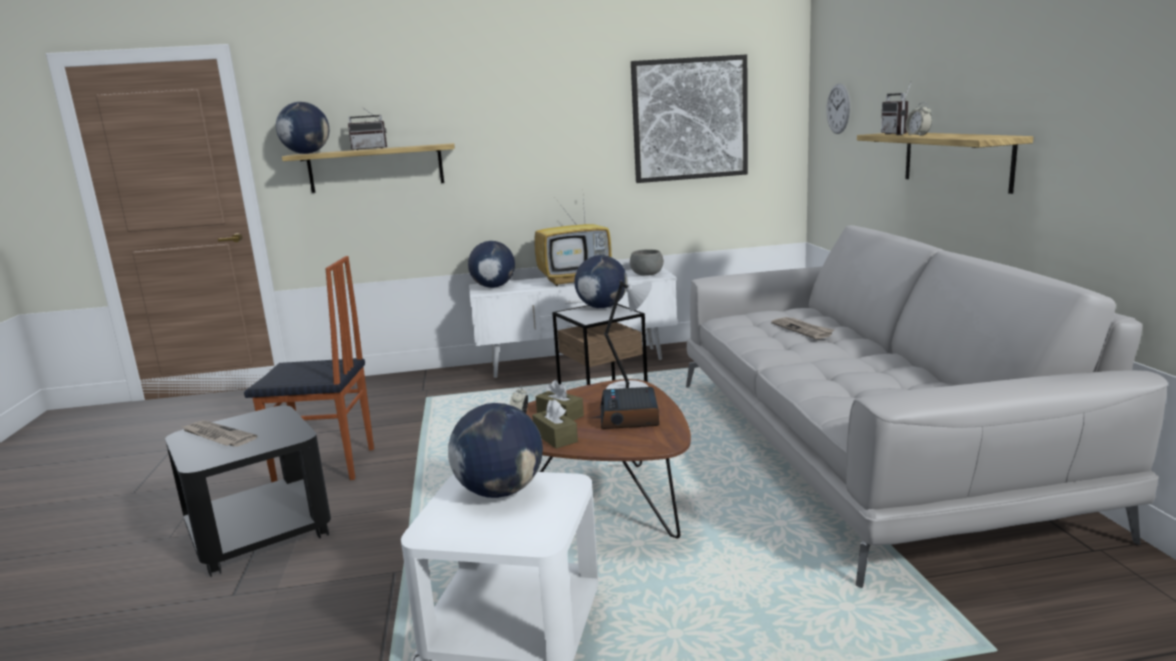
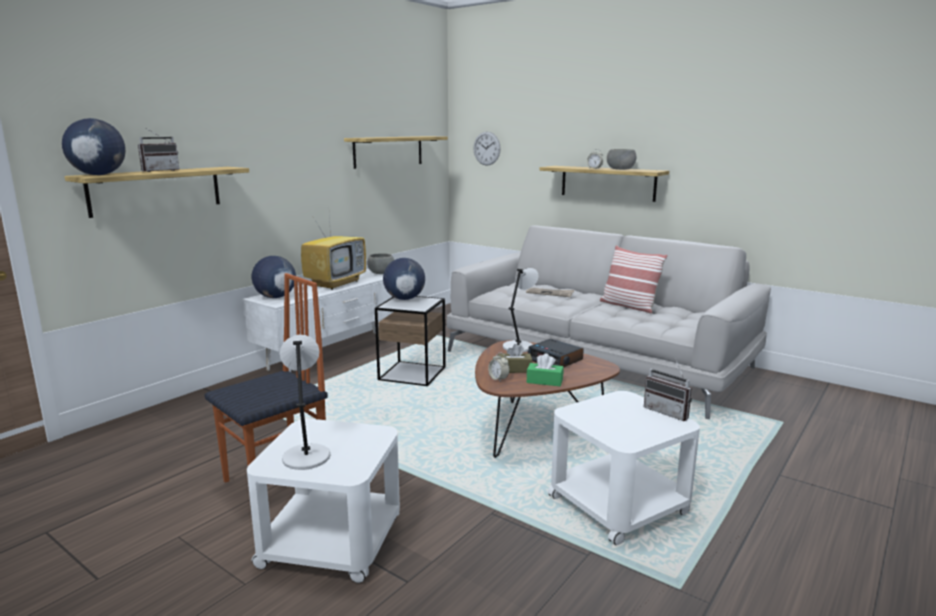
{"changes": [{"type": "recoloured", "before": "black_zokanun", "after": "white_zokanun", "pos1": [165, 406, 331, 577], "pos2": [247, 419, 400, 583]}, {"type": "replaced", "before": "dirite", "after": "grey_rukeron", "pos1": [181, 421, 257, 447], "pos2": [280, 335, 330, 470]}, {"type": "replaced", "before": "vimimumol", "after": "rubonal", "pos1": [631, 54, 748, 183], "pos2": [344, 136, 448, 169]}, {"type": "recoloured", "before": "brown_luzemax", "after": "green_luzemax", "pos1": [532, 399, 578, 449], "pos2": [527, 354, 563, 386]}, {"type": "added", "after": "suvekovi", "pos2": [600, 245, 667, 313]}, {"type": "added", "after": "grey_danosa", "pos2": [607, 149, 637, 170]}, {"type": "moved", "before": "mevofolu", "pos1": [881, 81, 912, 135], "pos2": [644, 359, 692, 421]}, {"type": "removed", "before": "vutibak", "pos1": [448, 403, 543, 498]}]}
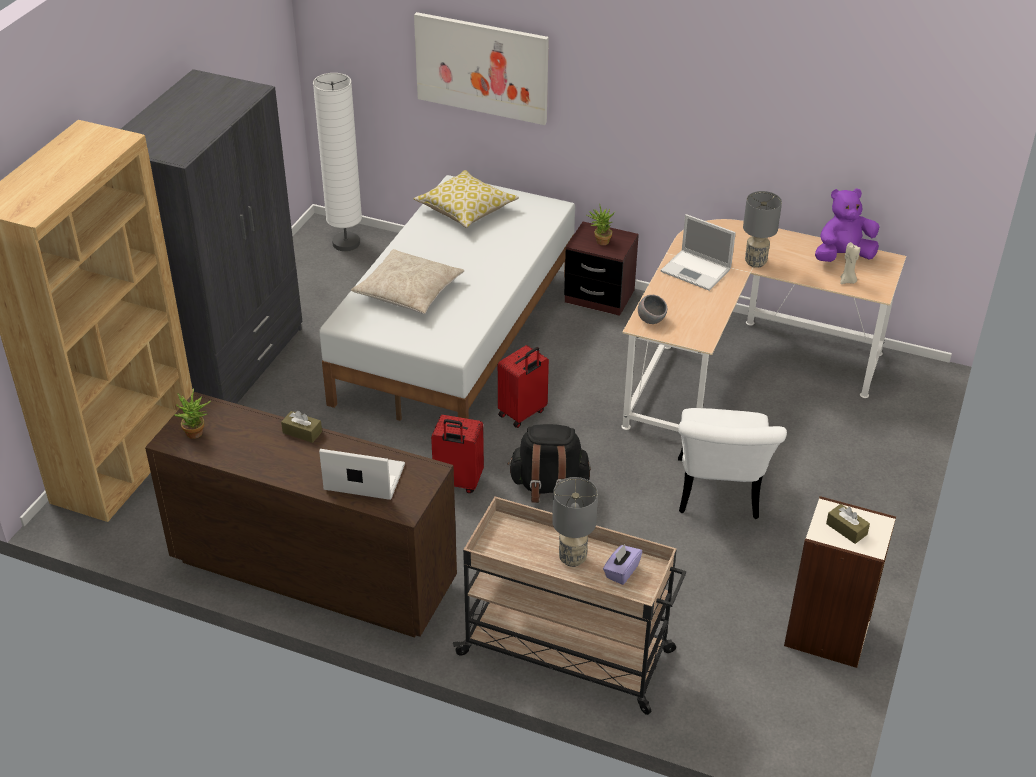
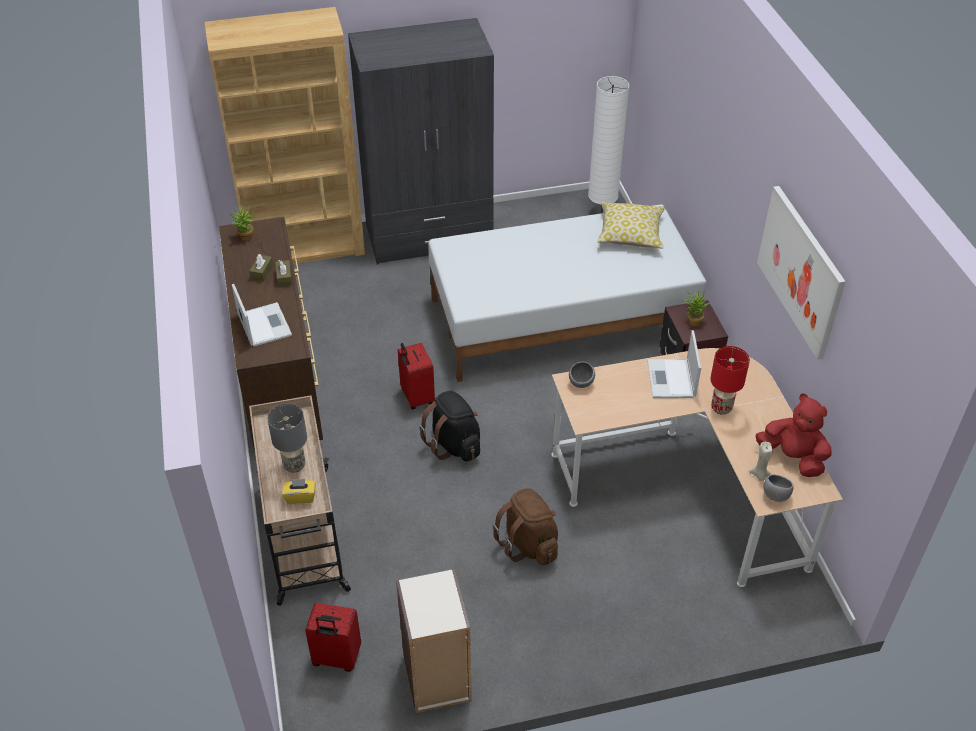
{"changes": [{"type": "moved", "before": "brown_luzemax", "pos1": [826, 504, 870, 544], "pos2": [249, 254, 273, 282]}, {"type": "recoloured", "before": "purple_luzemax", "after": "yellow_luzemax", "pos1": [603, 544, 642, 585], "pos2": [282, 479, 315, 504]}, {"type": "moved", "before": "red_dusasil", "pos1": [498, 345, 549, 428], "pos2": [305, 603, 361, 672]}, {"type": "replaced", "before": "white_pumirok", "after": "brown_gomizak", "pos1": [678, 408, 787, 520], "pos2": [493, 488, 558, 565]}, {"type": "recoloured", "before": "grey_rukeron", "after": "red_rukeron", "pos1": [743, 191, 782, 268], "pos2": [710, 346, 750, 415]}, {"type": "recoloured", "before": "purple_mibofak", "after": "red_mibofak", "pos1": [815, 188, 880, 262], "pos2": [755, 393, 832, 477]}, {"type": "moved", "before": "vimimumol", "pos1": [414, 12, 549, 125], "pos2": [757, 186, 846, 360]}, {"type": "added", "after": "grey_danosa", "pos2": [763, 474, 793, 502]}, {"type": "removed", "before": "beige_suvekovi", "pos1": [351, 249, 464, 314]}]}
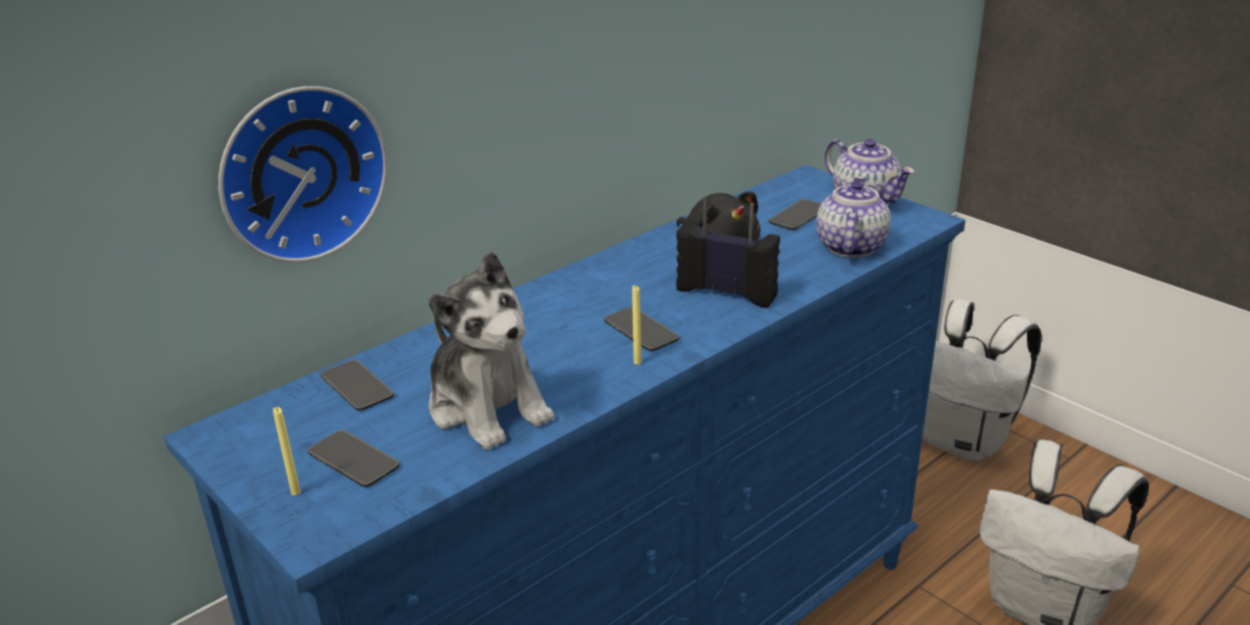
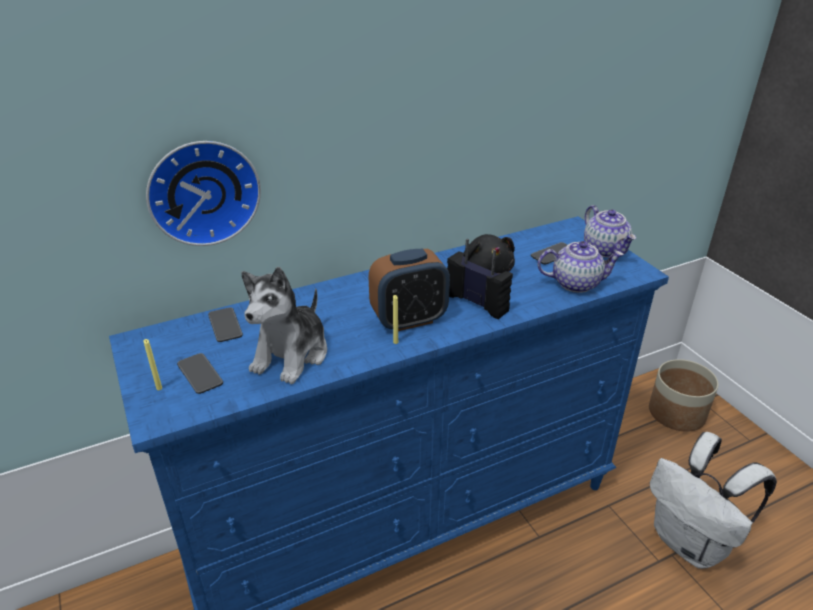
{"changes": [{"type": "turned", "before": "mibofak", "pos1": [428, 251, 555, 450], "pos2": [241, 267, 327, 384], "turn": 45}, {"type": "replaced", "before": "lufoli", "after": "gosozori", "pos1": [604, 307, 679, 351], "pos2": [369, 249, 450, 331]}, {"type": "turned", "before": "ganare", "pos1": [816, 176, 891, 257], "pos2": [537, 241, 624, 293], "turn": 60}, {"type": "replaced", "before": "white_gomizak", "after": "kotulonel", "pos1": [922, 299, 1042, 461], "pos2": [649, 359, 719, 432]}]}
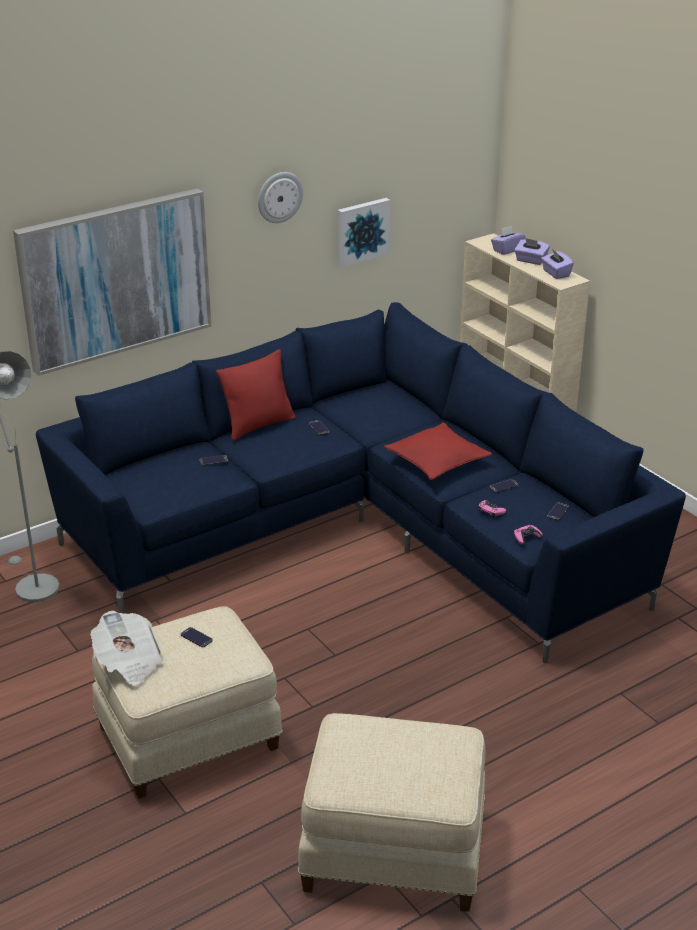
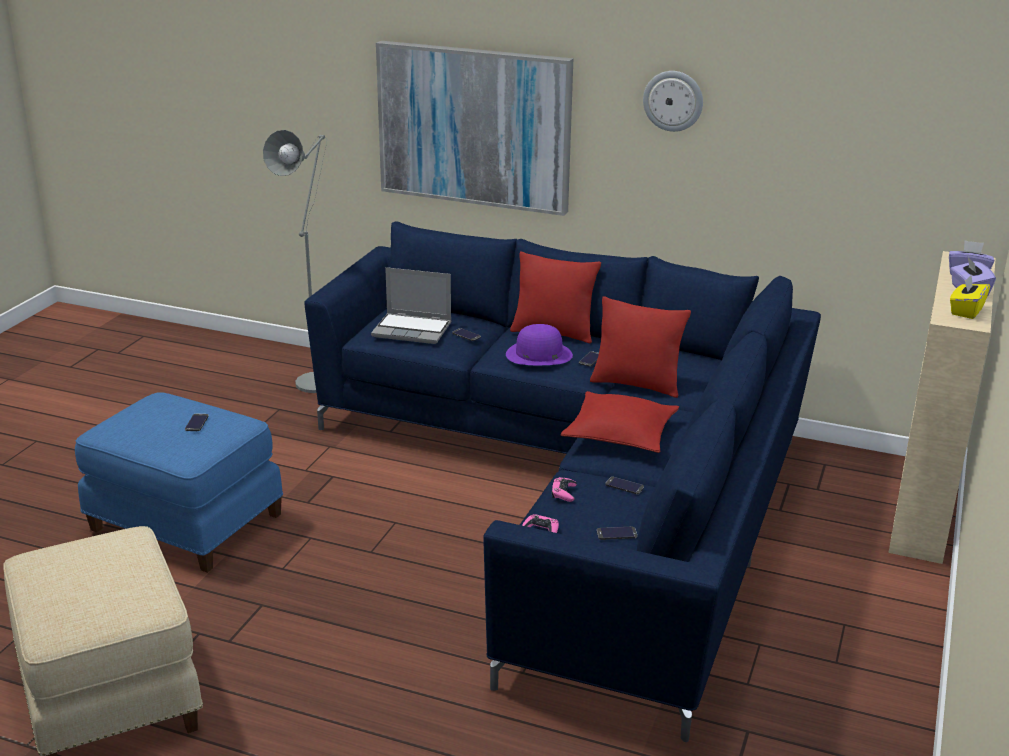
{"changes": [{"type": "recoloured", "before": "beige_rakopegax", "after": "blue_rakopegax", "pos1": [92, 606, 283, 799], "pos2": [75, 392, 283, 573]}, {"type": "added", "after": "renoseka", "pos2": [371, 267, 451, 344]}, {"type": "added", "after": "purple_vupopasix", "pos2": [506, 324, 573, 365]}, {"type": "added", "after": "red_suvekovi", "pos2": [590, 296, 691, 398]}, {"type": "recoloured", "before": "purple_luzemax", "after": "yellow_luzemax", "pos1": [541, 249, 574, 279], "pos2": [950, 275, 990, 319]}, {"type": "removed", "before": "dirite", "pos1": [90, 611, 164, 685]}, {"type": "removed", "before": "vimimumol", "pos1": [338, 198, 390, 267]}]}
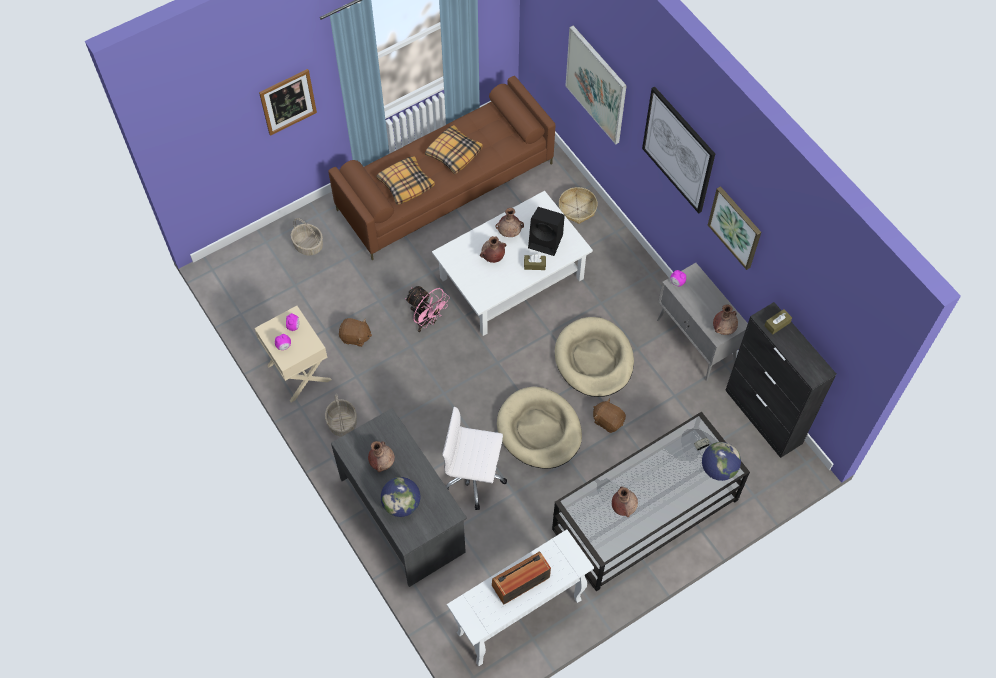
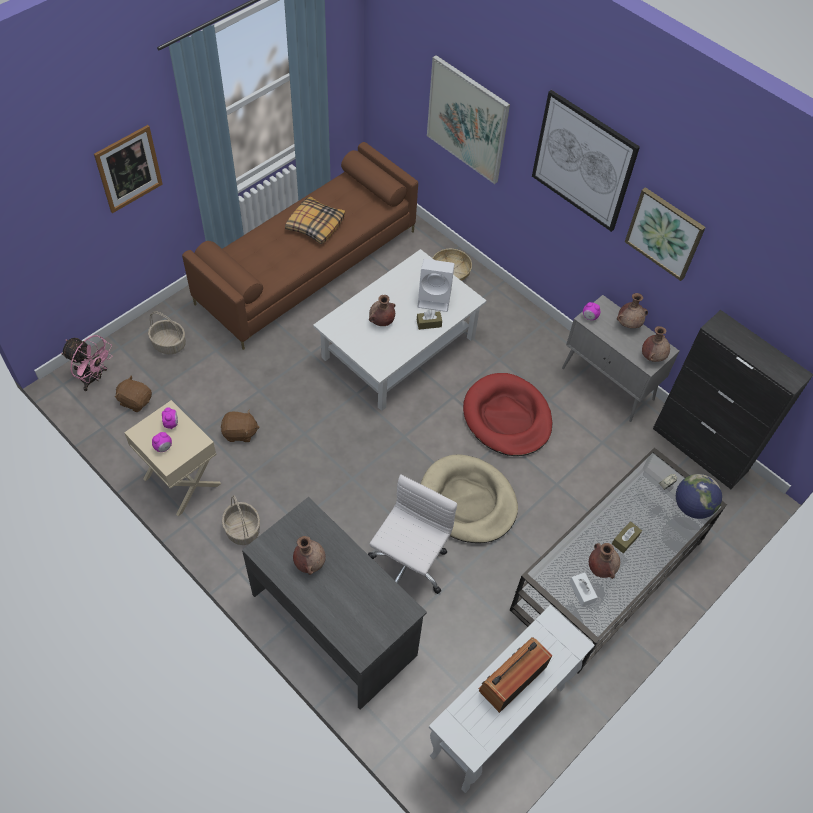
{"changes": [{"type": "moved", "before": "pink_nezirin", "pos1": [405, 286, 450, 332], "pos2": [61, 335, 113, 391]}, {"type": "moved", "before": "brown_mibofak", "pos1": [593, 398, 626, 433], "pos2": [115, 375, 152, 412]}, {"type": "turned", "before": "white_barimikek", "pos1": [442, 407, 507, 510], "pos2": [368, 474, 457, 594], "turn": 120}, {"type": "recoloured", "before": "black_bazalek", "after": "white_bazalek", "pos1": [528, 207, 565, 256], "pos2": [418, 259, 454, 312]}, {"type": "recoloured", "before": "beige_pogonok", "after": "red_pogonok", "pos1": [555, 317, 634, 397], "pos2": [463, 373, 552, 456]}, {"type": "added", "after": "white_luzemax", "pos2": [570, 572, 598, 607]}, {"type": "moved", "before": "brown_luzemax", "pos1": [764, 309, 792, 335], "pos2": [612, 521, 642, 553]}, {"type": "moved", "before": "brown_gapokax", "pos1": [495, 208, 524, 237], "pos2": [617, 293, 648, 328]}, {"type": "removed", "before": "suvekovi", "pos1": [376, 156, 435, 205]}, {"type": "removed", "before": "vutibak", "pos1": [381, 477, 420, 517]}]}
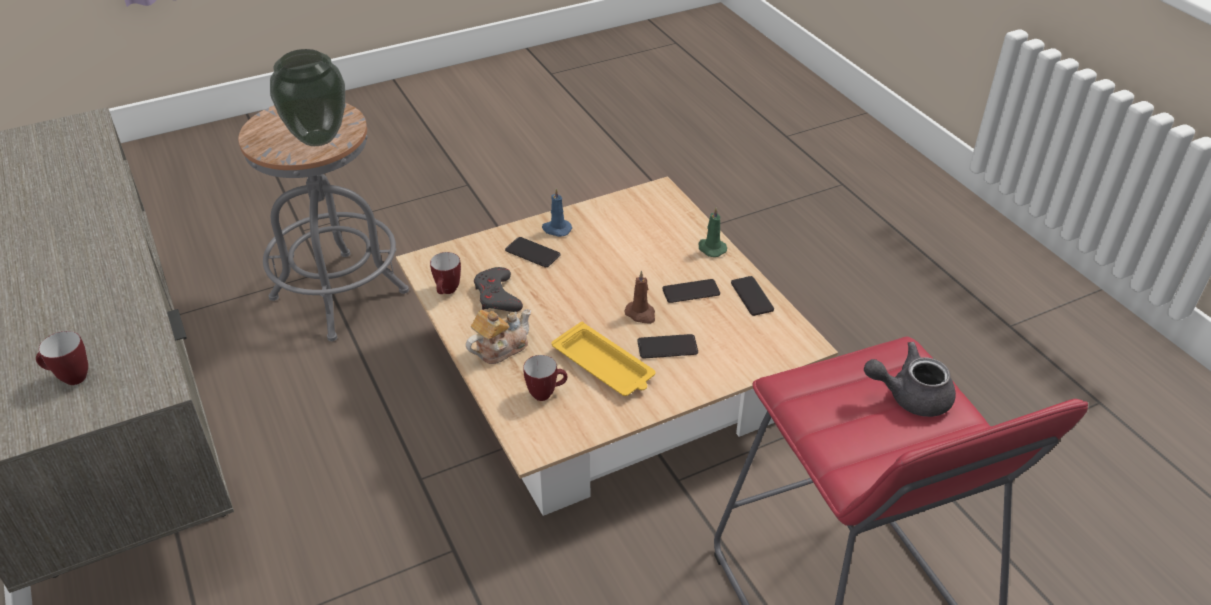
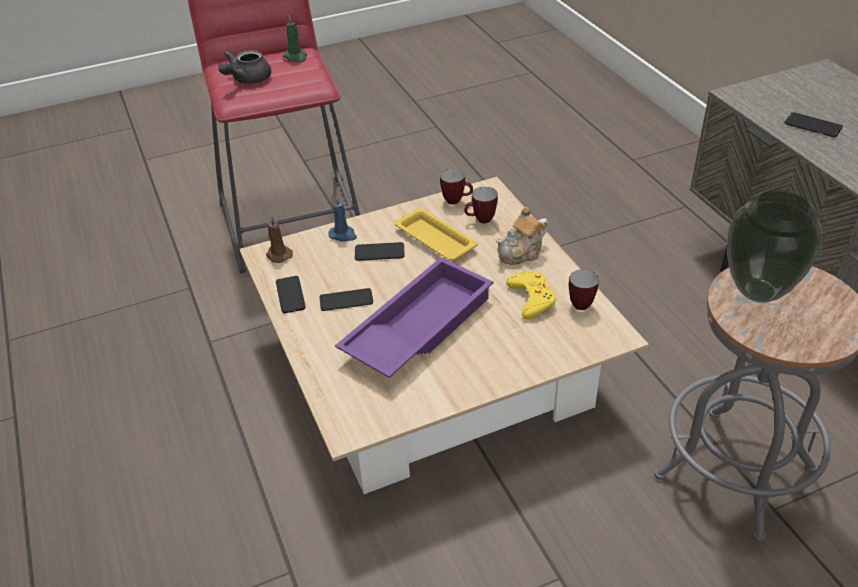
{"changes": [{"type": "turned", "before": "grey_ganare", "pos1": [864, 342, 956, 417], "pos2": [218, 50, 271, 84], "turn": 120}, {"type": "moved", "before": "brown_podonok", "pos1": [624, 270, 655, 324], "pos2": [266, 217, 293, 263]}, {"type": "moved", "before": "green_podonok", "pos1": [699, 207, 727, 257], "pos2": [283, 15, 307, 63]}, {"type": "moved", "before": "blue_podonok", "pos1": [542, 188, 572, 237], "pos2": [328, 196, 357, 242]}, {"type": "added", "after": "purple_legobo", "pos2": [335, 257, 493, 378]}, {"type": "moved", "before": "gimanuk", "pos1": [36, 331, 88, 385], "pos2": [440, 169, 473, 205]}, {"type": "recoloured", "before": "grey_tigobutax", "after": "yellow_tigobutax", "pos1": [474, 267, 523, 312], "pos2": [506, 272, 556, 319]}, {"type": "moved", "before": "lufoli", "pos1": [505, 237, 561, 267], "pos2": [784, 112, 843, 137]}]}
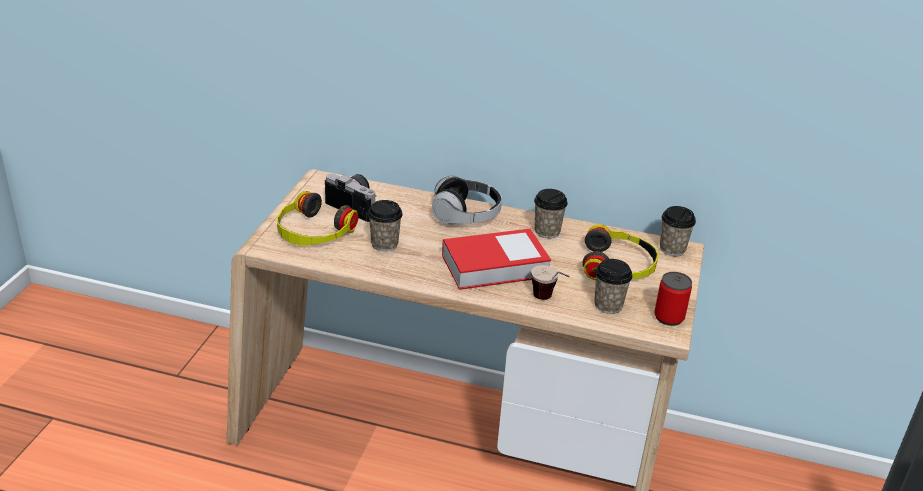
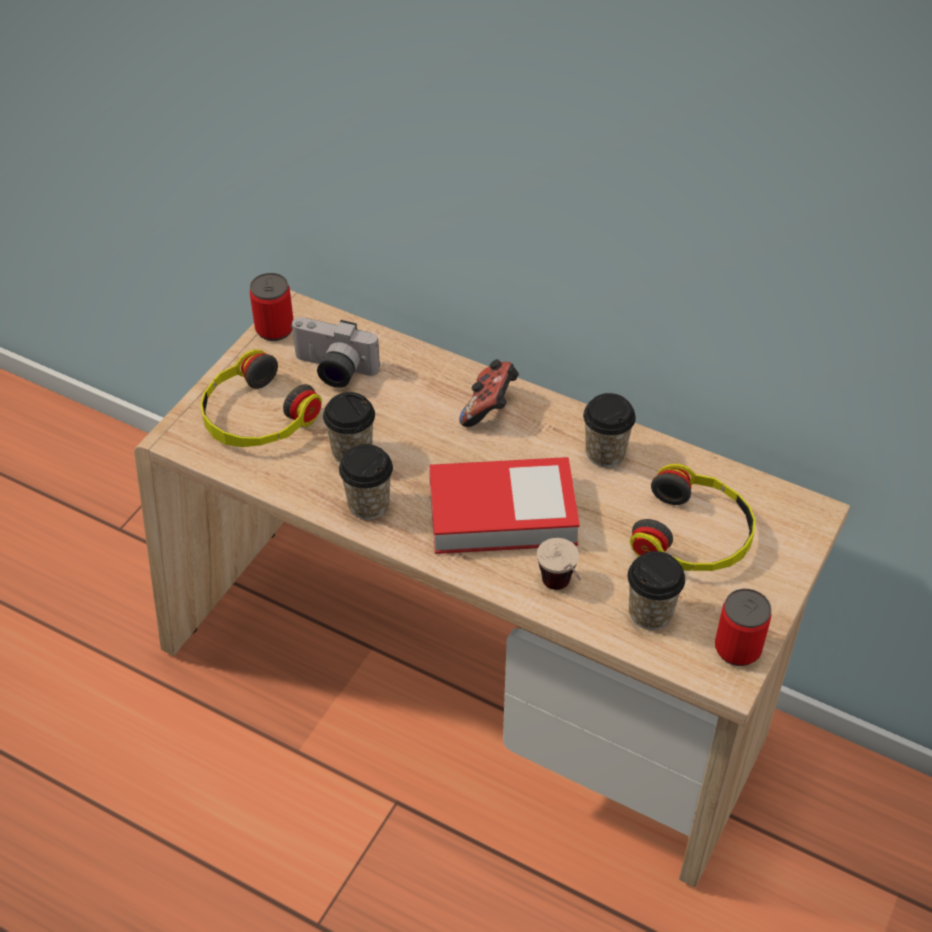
{"changes": [{"type": "added", "after": "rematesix", "pos2": [250, 273, 293, 341]}, {"type": "turned", "before": "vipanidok", "pos1": [325, 174, 376, 222], "pos2": [290, 317, 380, 388], "turn": 150}, {"type": "moved", "before": "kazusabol", "pos1": [660, 206, 696, 256], "pos2": [339, 444, 393, 520]}, {"type": "replaced", "before": "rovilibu", "after": "tigobutax", "pos1": [431, 176, 502, 224], "pos2": [459, 359, 519, 427]}]}
